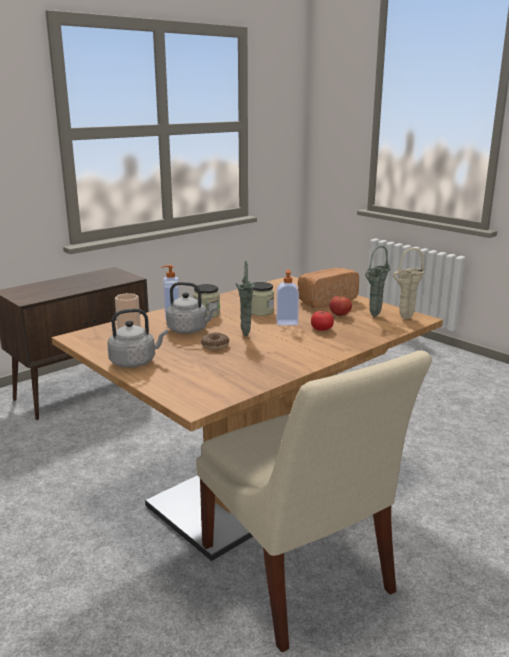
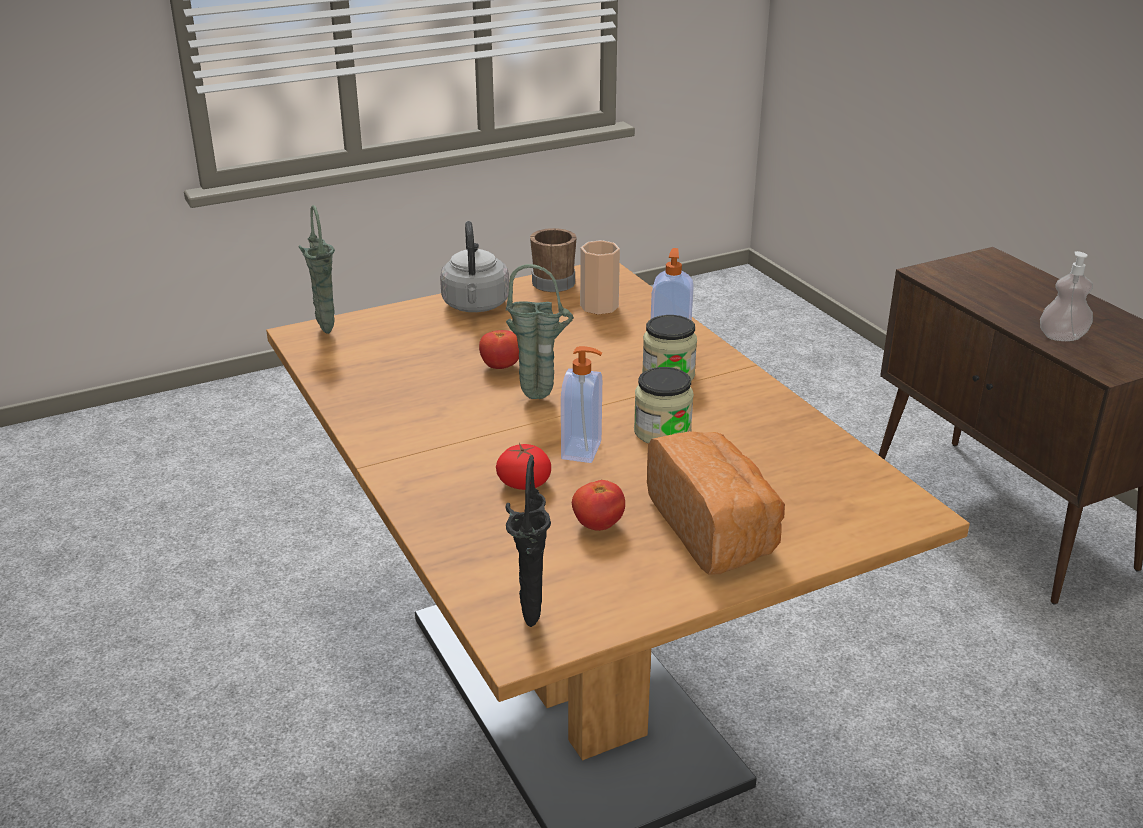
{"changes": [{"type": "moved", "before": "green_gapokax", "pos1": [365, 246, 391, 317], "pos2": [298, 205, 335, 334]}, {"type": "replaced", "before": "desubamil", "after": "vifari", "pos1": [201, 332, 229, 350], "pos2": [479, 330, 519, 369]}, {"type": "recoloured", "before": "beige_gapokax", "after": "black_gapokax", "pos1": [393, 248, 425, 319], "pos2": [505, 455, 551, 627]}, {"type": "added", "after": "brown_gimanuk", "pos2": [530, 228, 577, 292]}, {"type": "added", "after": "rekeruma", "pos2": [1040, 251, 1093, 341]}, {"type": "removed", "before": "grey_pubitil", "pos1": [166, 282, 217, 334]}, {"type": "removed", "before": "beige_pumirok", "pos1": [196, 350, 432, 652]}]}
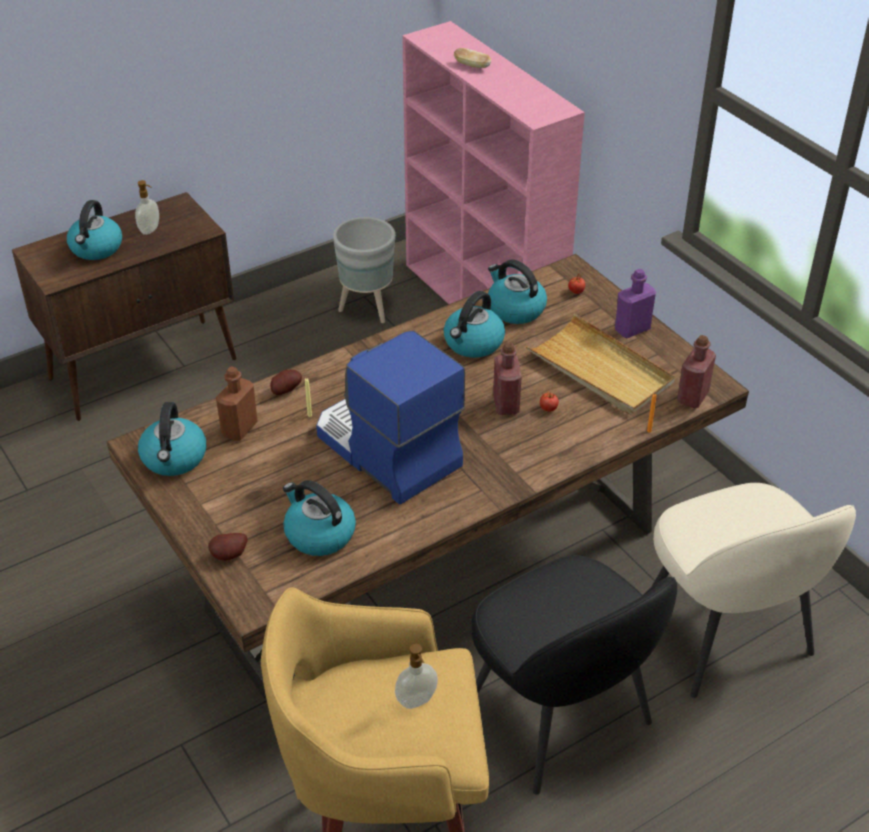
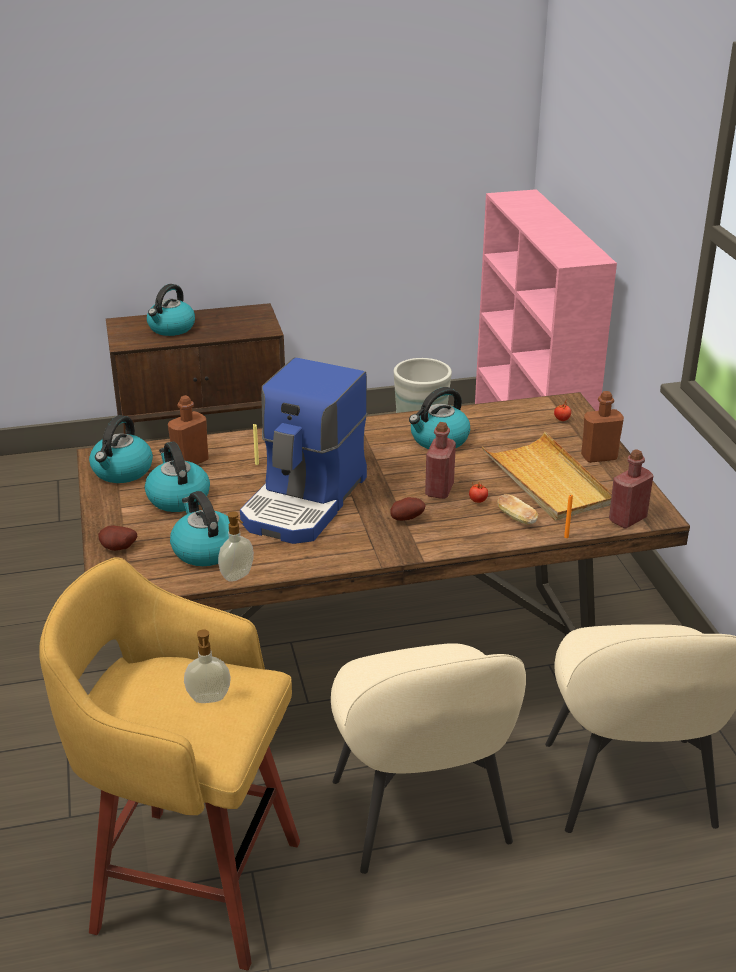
{"changes": [{"type": "moved", "before": "pubitil", "pos1": [488, 259, 547, 324], "pos2": [145, 442, 210, 512]}, {"type": "moved", "before": "rekeruma", "pos1": [135, 180, 159, 235], "pos2": [218, 511, 254, 582]}, {"type": "turned", "before": "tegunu", "pos1": [316, 331, 465, 504], "pos2": [240, 357, 368, 544], "turn": -135}, {"type": "recoloured", "before": "black_pumirok", "after": "beige_pumirok", "pos1": [471, 555, 677, 795], "pos2": [331, 643, 526, 874]}, {"type": "moved", "before": "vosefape", "pos1": [271, 370, 302, 395], "pos2": [391, 497, 425, 521]}, {"type": "moved", "before": "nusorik", "pos1": [454, 48, 491, 68], "pos2": [497, 494, 538, 525]}, {"type": "recoloured", "before": "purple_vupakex", "after": "brown_vupakex", "pos1": [615, 269, 656, 338], "pos2": [581, 391, 624, 463]}]}
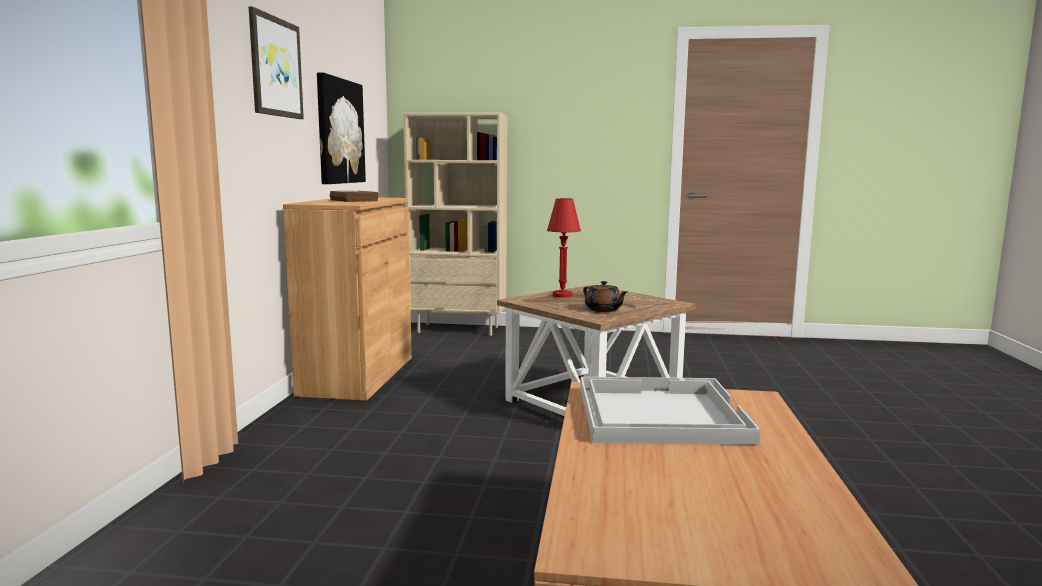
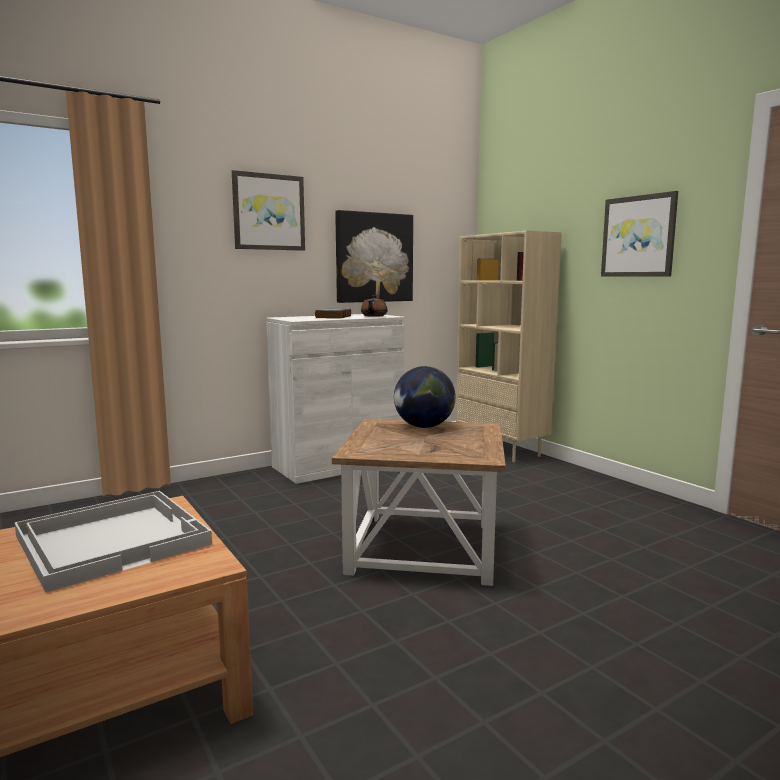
{"changes": [{"type": "recoloured", "before": "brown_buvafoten", "after": "white_buvafoten", "pos1": [283, 198, 412, 401], "pos2": [266, 314, 404, 484]}, {"type": "moved", "before": "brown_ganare", "pos1": [583, 281, 627, 312], "pos2": [361, 295, 387, 317]}, {"type": "replaced", "before": "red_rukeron", "after": "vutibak", "pos1": [547, 198, 581, 298], "pos2": [394, 366, 456, 428]}, {"type": "added", "after": "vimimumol", "pos2": [601, 191, 678, 277]}]}
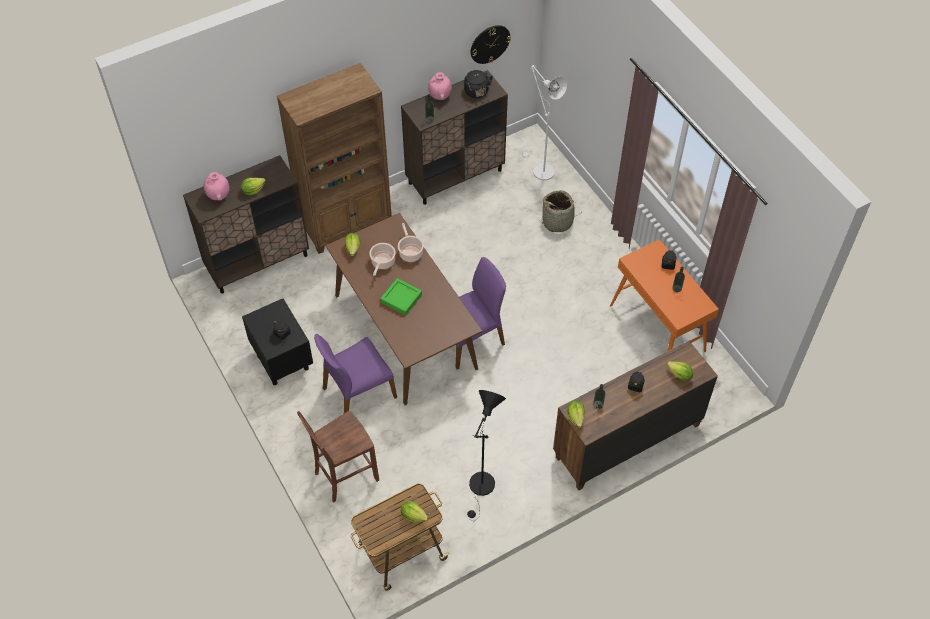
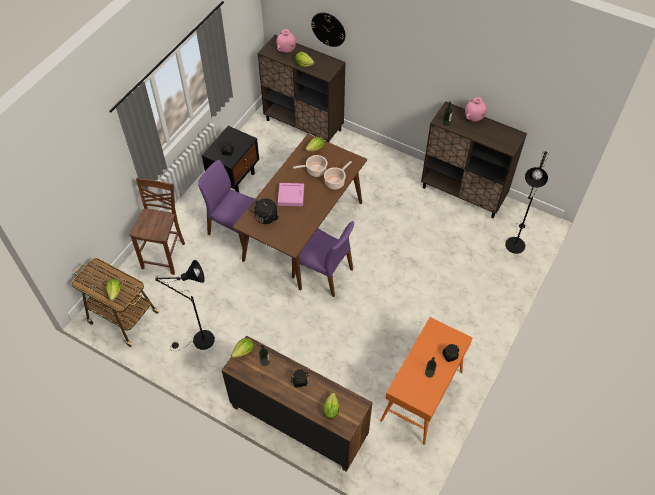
{"changes": [{"type": "turned", "before": "brown_pumirok", "pos1": [297, 411, 379, 502], "pos2": [129, 178, 185, 275], "turn": 75}, {"type": "moved", "before": "black_pubitil", "pos1": [464, 70, 493, 98], "pos2": [250, 198, 278, 224]}, {"type": "recoloured", "before": "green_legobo", "after": "pink_legobo", "pos1": [380, 278, 422, 315], "pos2": [278, 183, 304, 206]}, {"type": "moved", "before": "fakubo", "pos1": [471, 25, 511, 64], "pos2": [311, 12, 345, 47]}, {"type": "recoloured", "before": "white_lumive", "after": "black_lumive", "pos1": [520, 65, 567, 180], "pos2": [505, 151, 549, 254]}, {"type": "removed", "before": "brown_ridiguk", "pos1": [277, 63, 392, 254]}, {"type": "removed", "before": "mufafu", "pos1": [539, 190, 579, 232]}]}
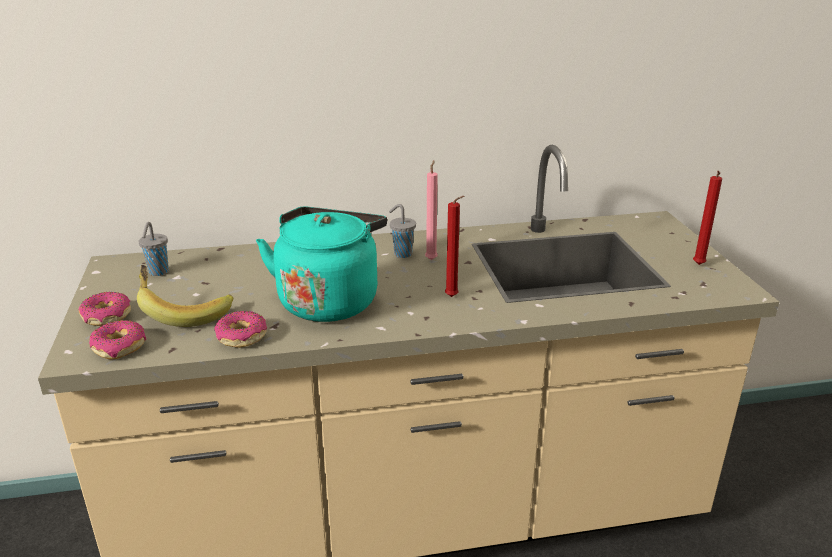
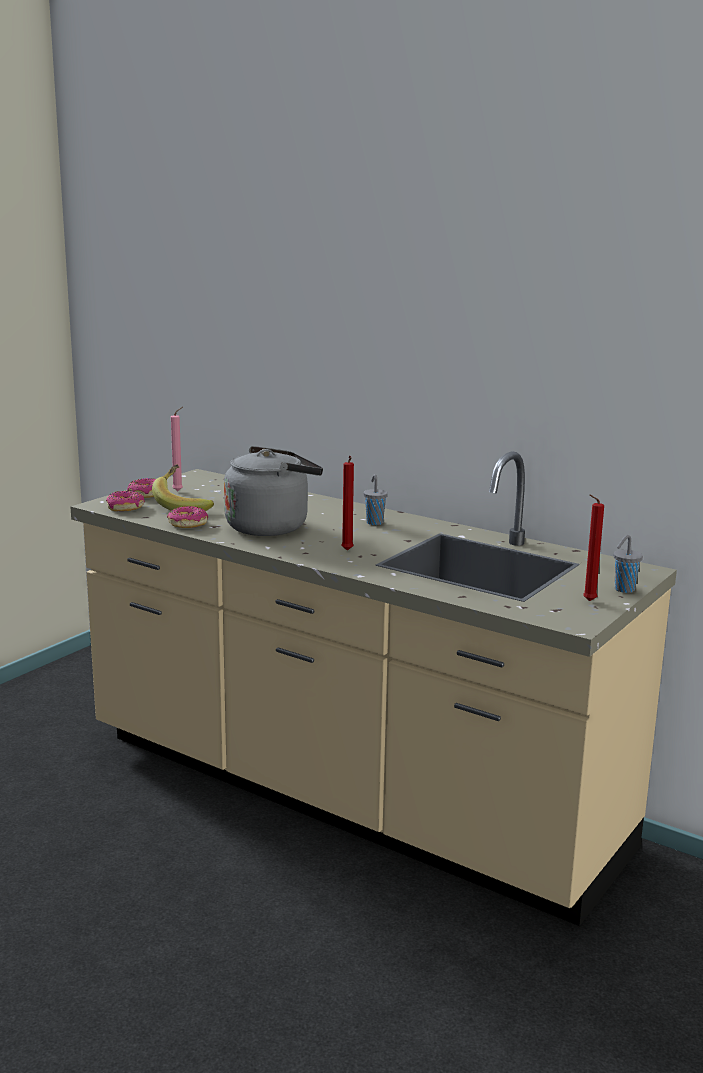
{"changes": [{"type": "moved", "before": "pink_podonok", "pos1": [425, 160, 438, 260], "pos2": [171, 407, 183, 491]}, {"type": "recoloured", "before": "turquoise_pubitil", "after": "grey_pubitil", "pos1": [256, 207, 387, 322], "pos2": [224, 446, 323, 536]}, {"type": "moved", "before": "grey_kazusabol", "pos1": [138, 222, 169, 276], "pos2": [613, 535, 643, 593]}]}
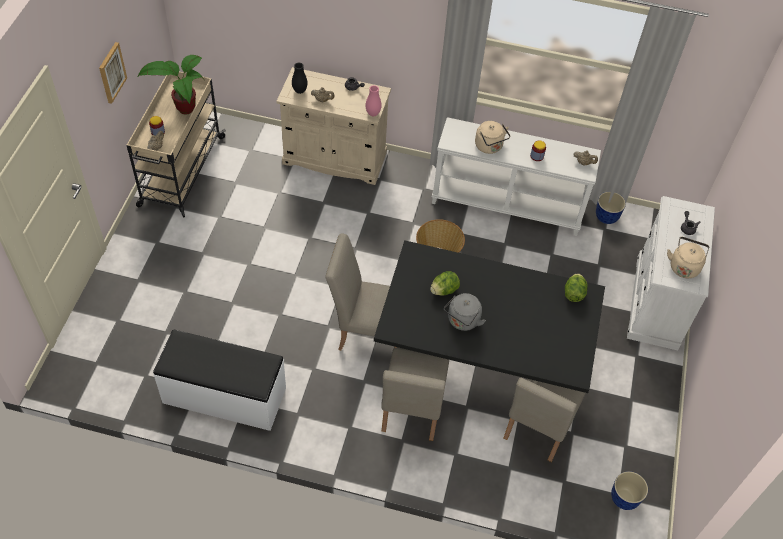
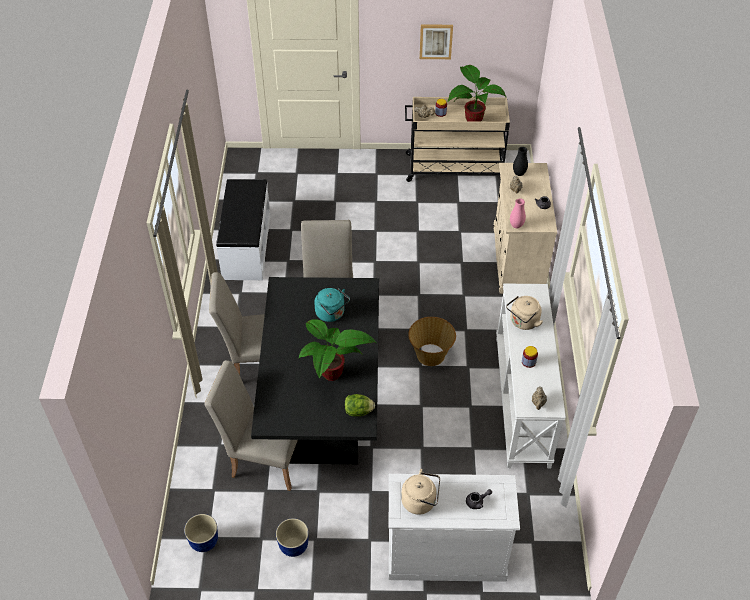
{"changes": [{"type": "moved", "before": "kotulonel", "pos1": [596, 192, 626, 224], "pos2": [276, 518, 309, 557]}, {"type": "added", "after": "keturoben", "pos2": [299, 319, 376, 381]}, {"type": "replaced", "before": "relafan", "after": "turquoise_pubitil", "pos1": [430, 271, 460, 296], "pos2": [314, 288, 350, 322]}, {"type": "removed", "before": "grey_pubitil", "pos1": [444, 293, 486, 331]}]}
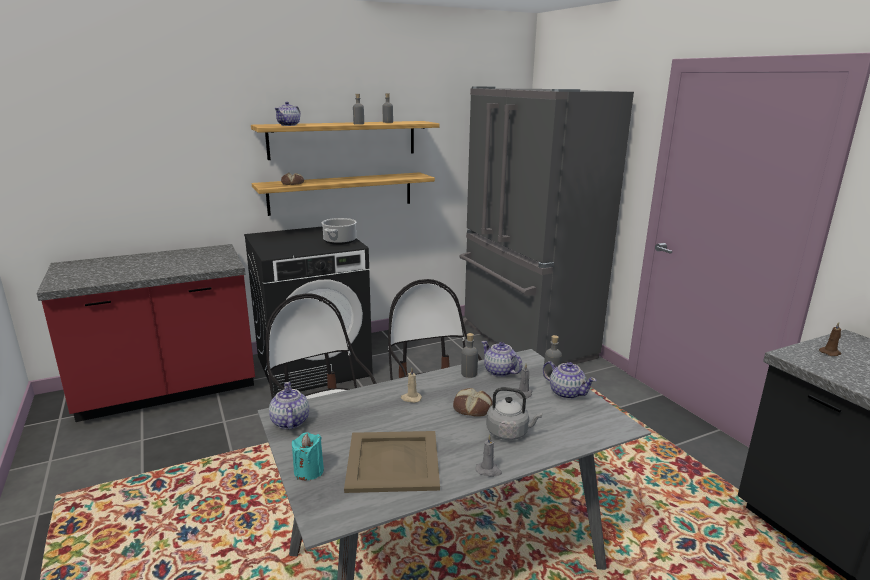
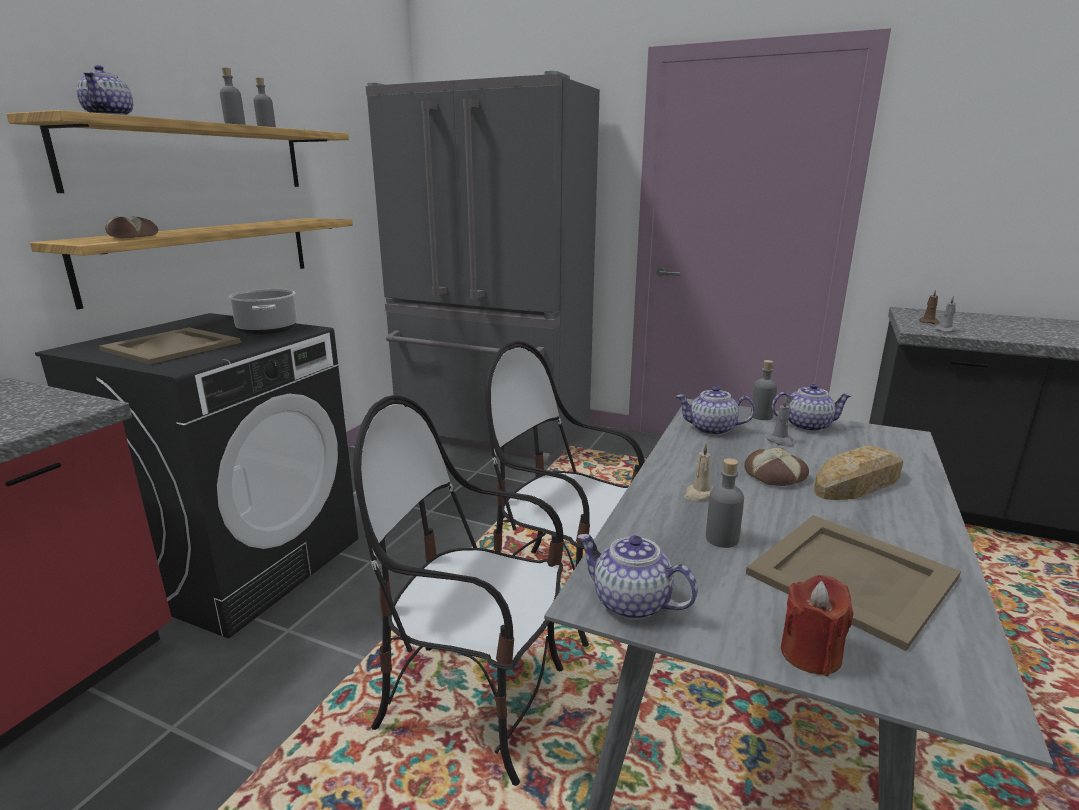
{"changes": [{"type": "added", "after": "beige_legobo", "pos2": [99, 327, 241, 364]}, {"type": "moved", "before": "grey_vupakex", "pos1": [461, 333, 478, 378], "pos2": [706, 458, 744, 548]}, {"type": "recoloured", "before": "turquoise_podonok", "after": "red_podonok", "pos1": [292, 433, 324, 480], "pos2": [781, 575, 853, 677]}, {"type": "replaced", "before": "grey_pubitil", "after": "nusorik", "pos1": [486, 387, 542, 440], "pos2": [814, 445, 903, 500]}, {"type": "moved", "before": "grey_podonok", "pos1": [476, 435, 502, 477], "pos2": [934, 296, 957, 332]}]}
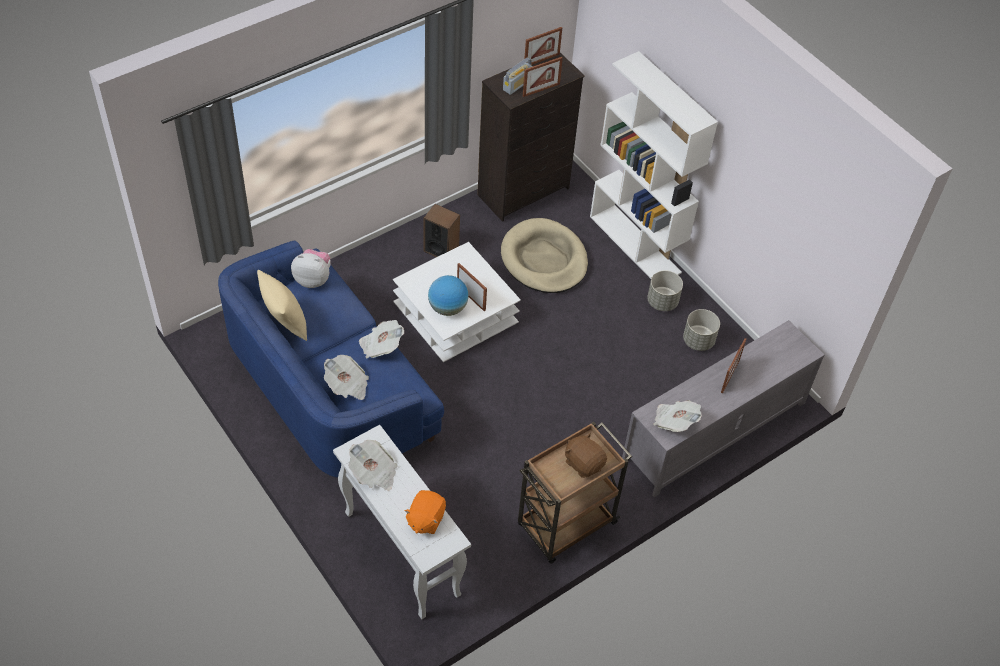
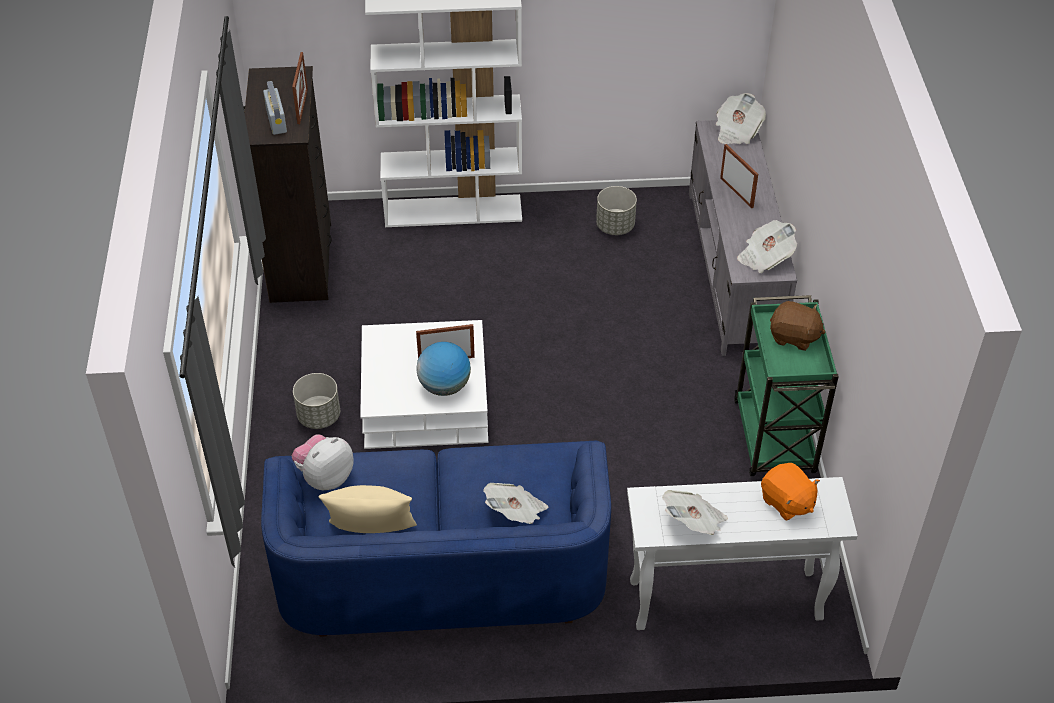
{"changes": [{"type": "moved", "before": "grey_kotulonel", "pos1": [647, 270, 683, 311], "pos2": [293, 373, 340, 429]}, {"type": "moved", "before": "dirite", "pos1": [359, 320, 404, 359], "pos2": [716, 93, 766, 144]}, {"type": "recoloured", "before": "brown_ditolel", "after": "green_ditolel", "pos1": [518, 422, 632, 564], "pos2": [734, 295, 839, 476]}, {"type": "turned", "before": "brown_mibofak", "pos1": [565, 433, 607, 478], "pos2": [770, 301, 826, 351], "turn": -150}, {"type": "removed", "before": "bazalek", "pos1": [424, 204, 460, 257]}, {"type": "removed", "before": "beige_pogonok", "pos1": [501, 218, 588, 293]}, {"type": "removed", "before": "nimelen", "pos1": [524, 27, 562, 65]}]}
